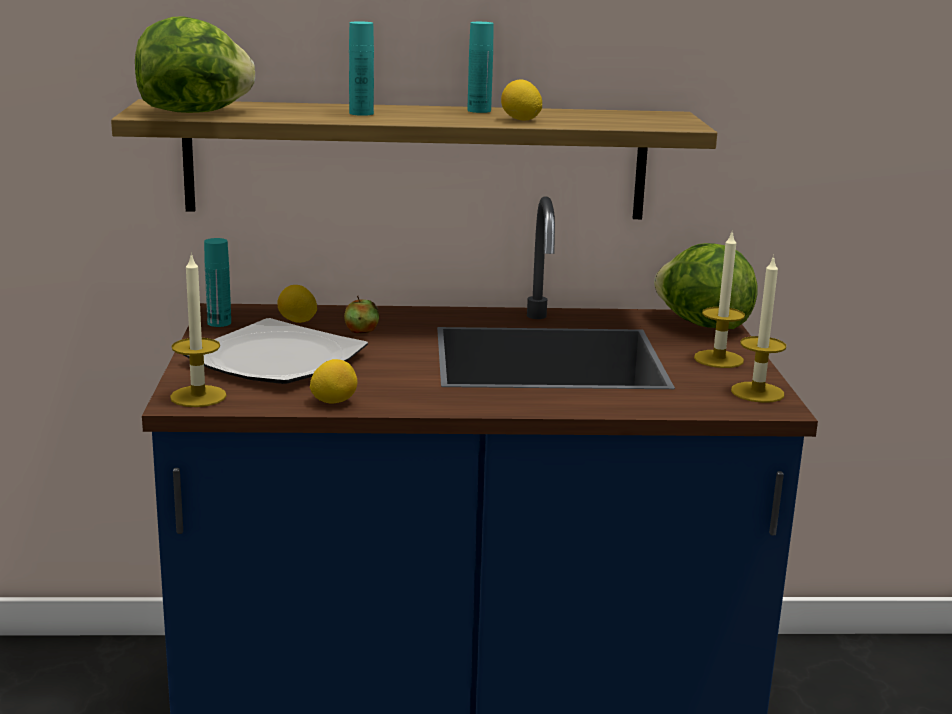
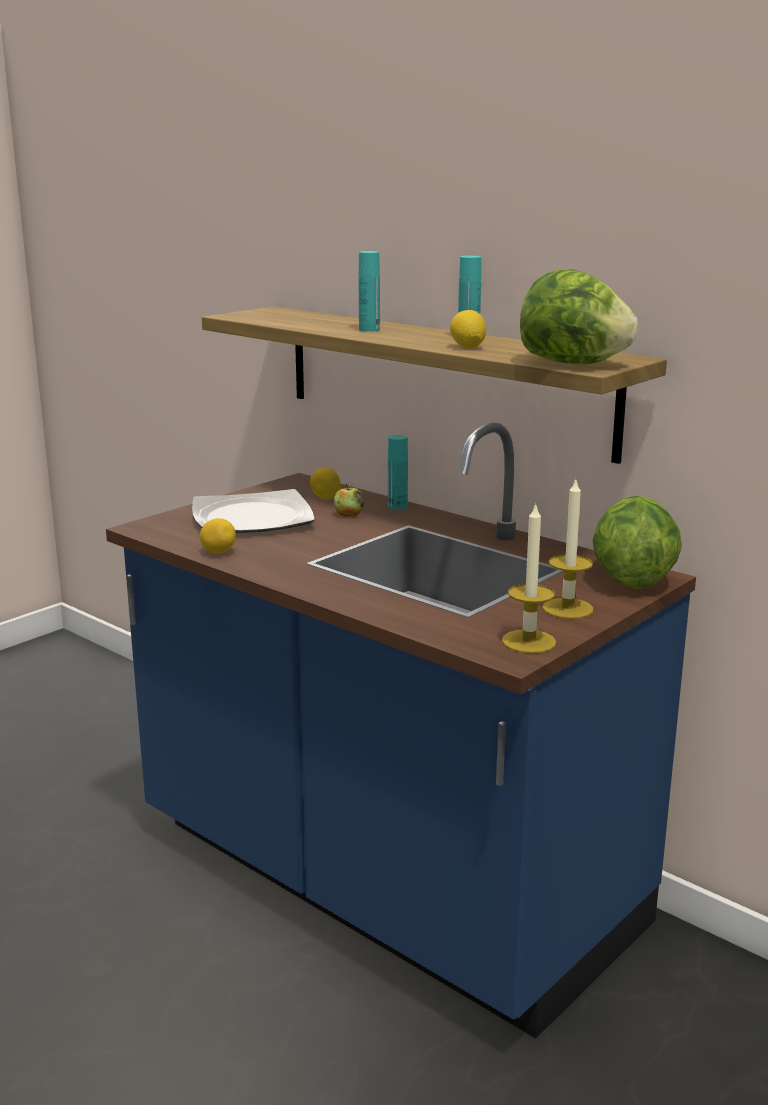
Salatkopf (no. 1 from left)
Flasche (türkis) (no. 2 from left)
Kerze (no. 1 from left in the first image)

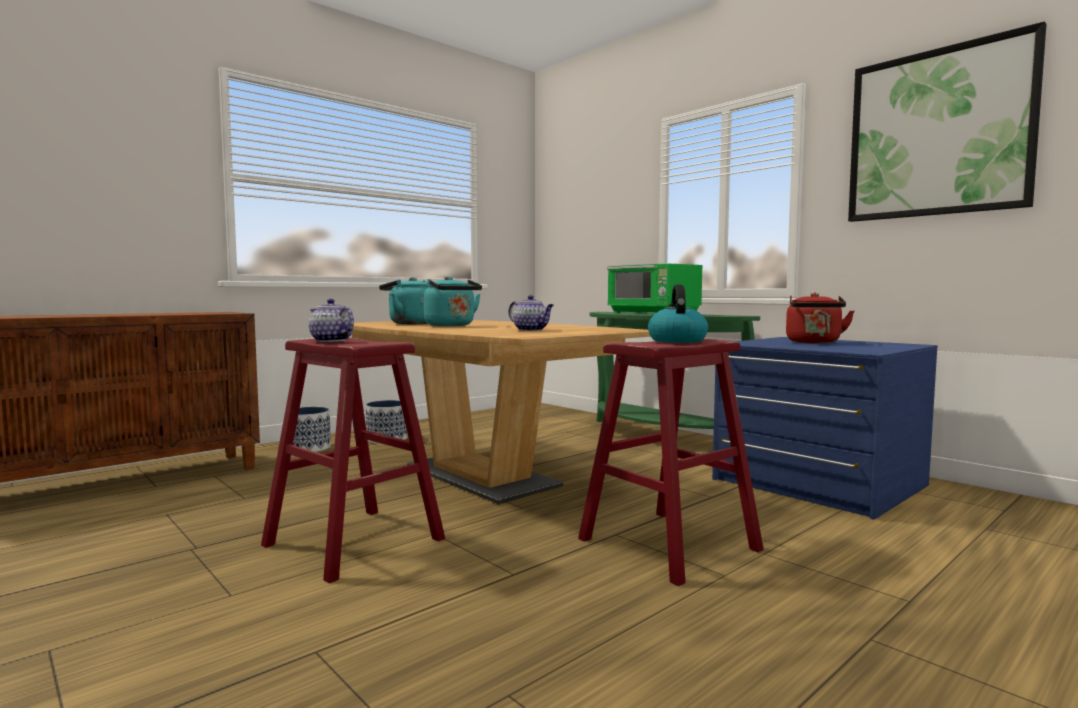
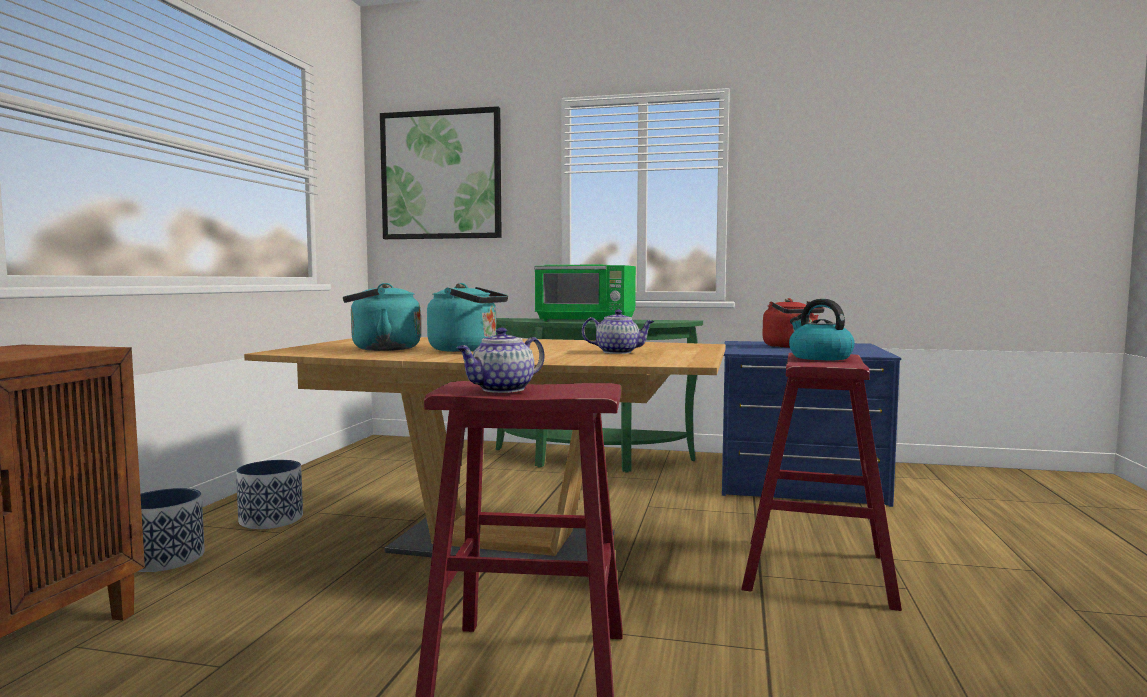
Bild
Teekanne (no. 1 from left)

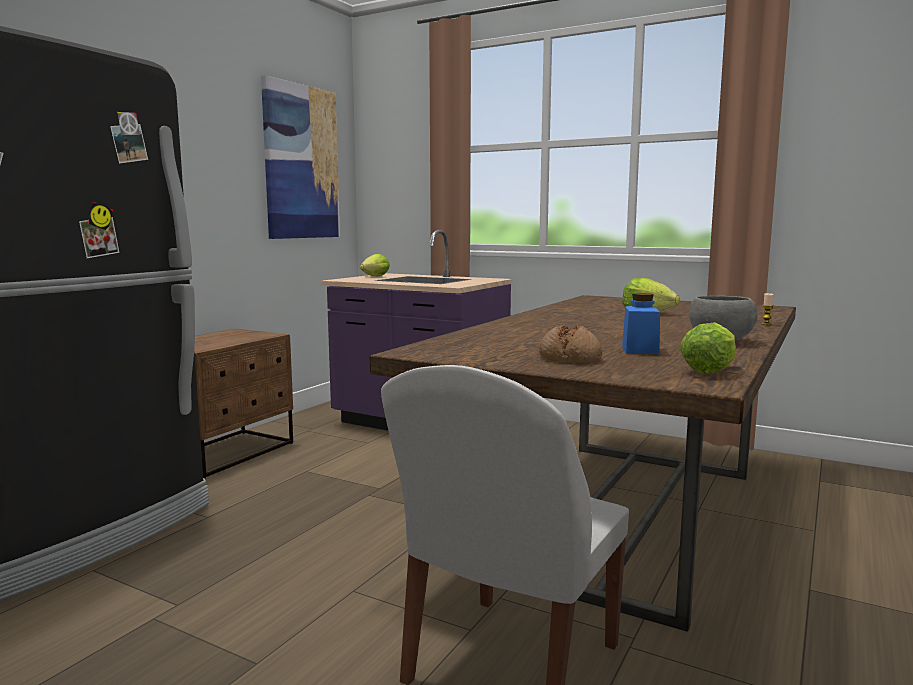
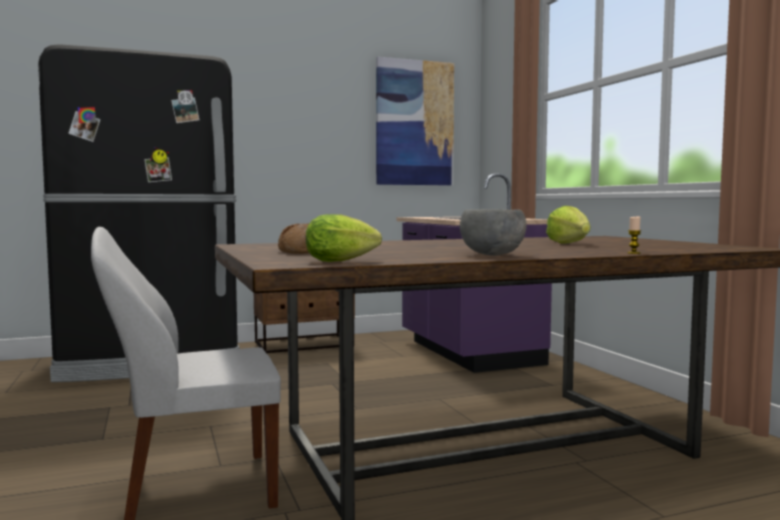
Salatkopf (no. 1 from left in the first image)
Vorratsglas (blau)

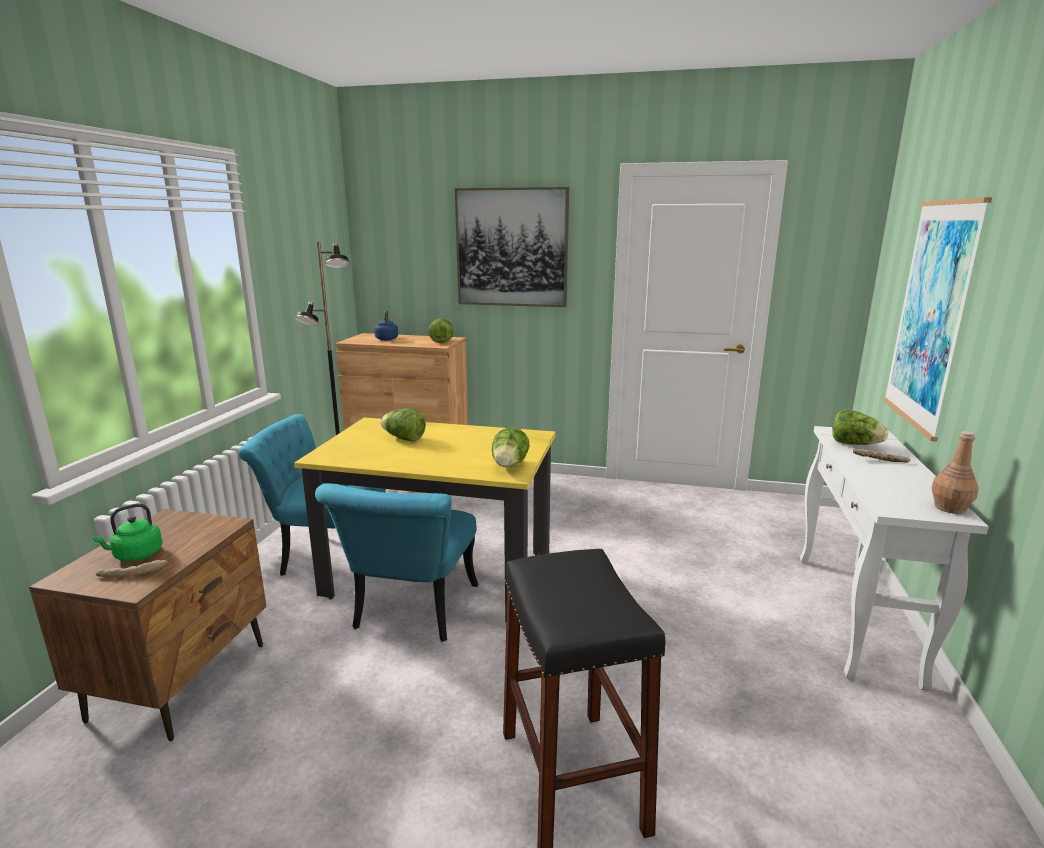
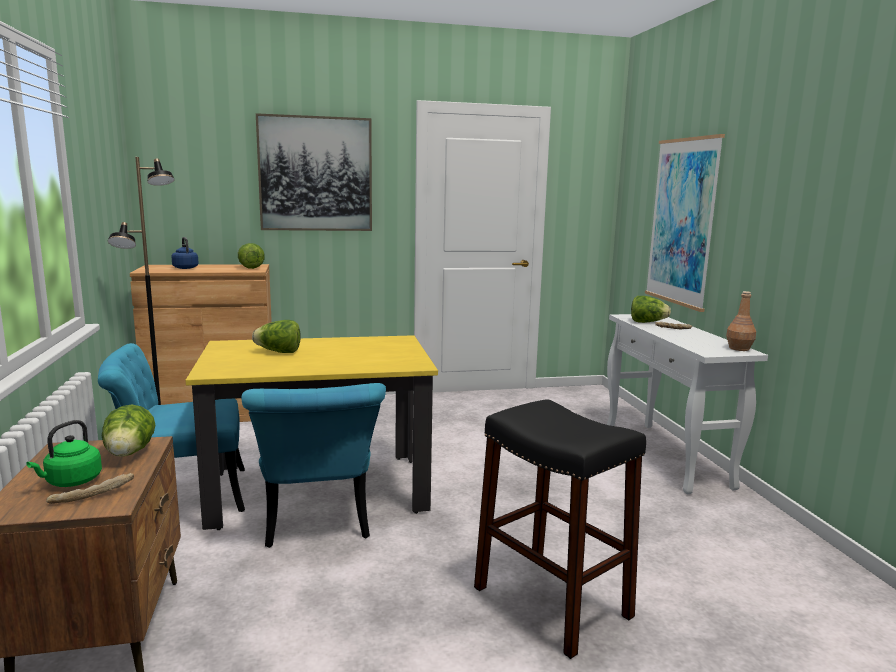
Salatkopf (no. 1 from left)

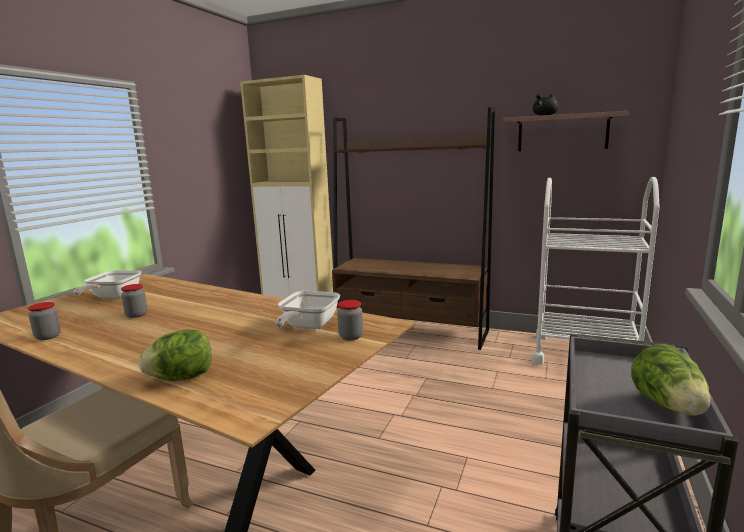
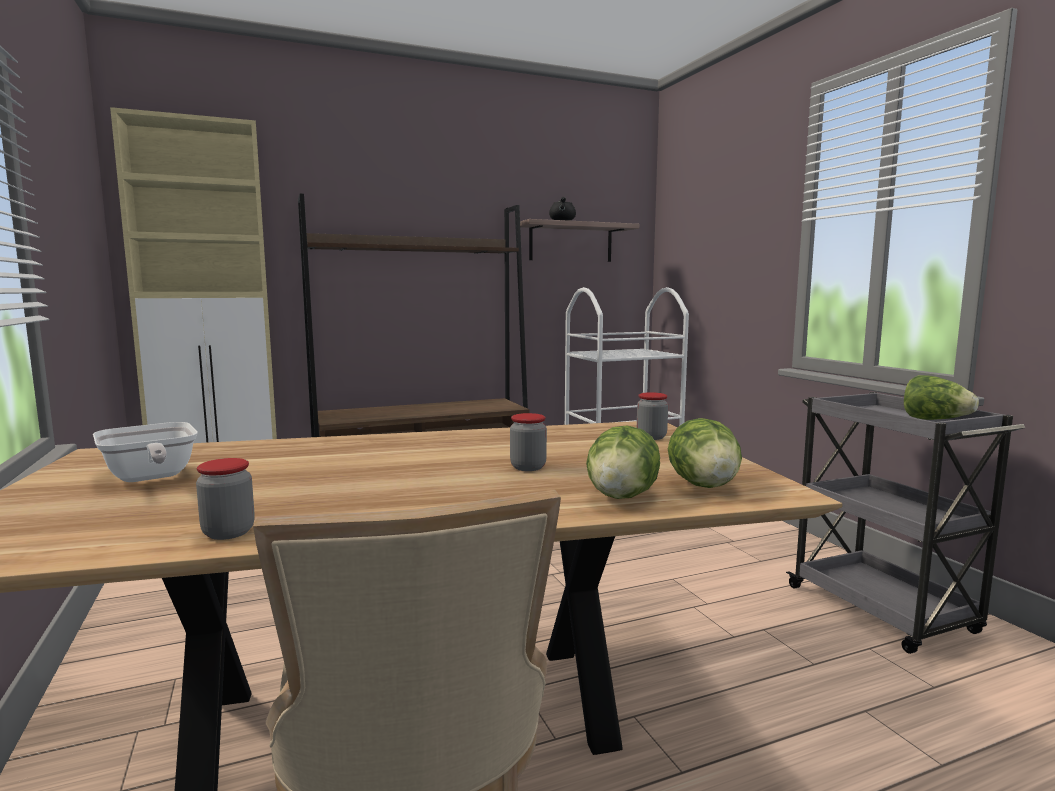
Vorratsglas (no. 2 from left)
Pfanne (no. 2 from left in the first image)
Salatkopf (no. 2 from left)

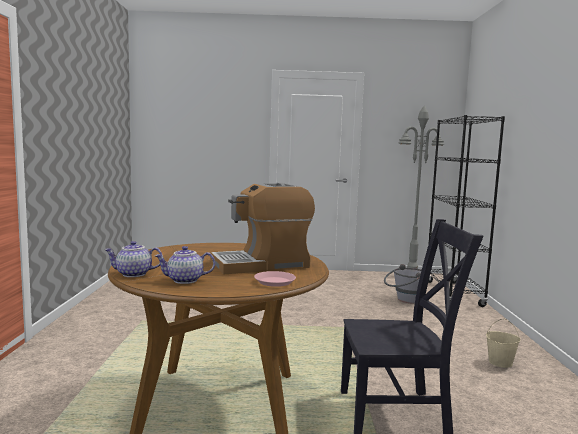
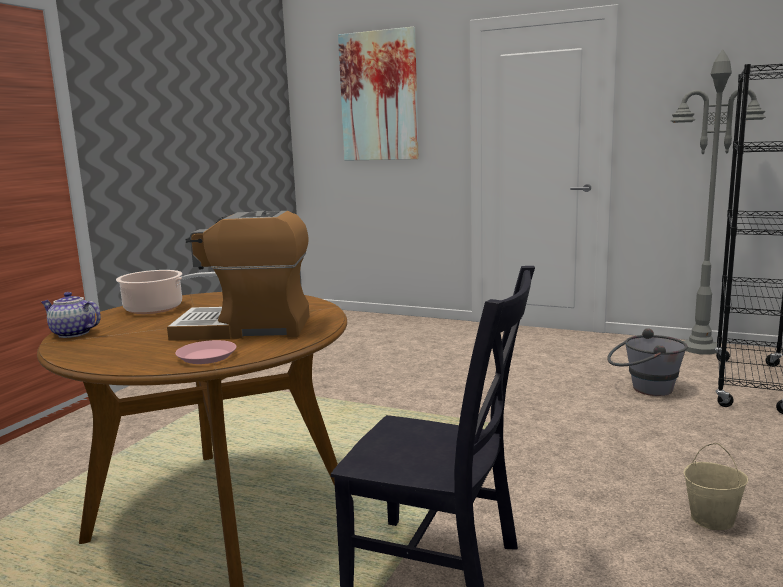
Teekanne (no. 2 from left in the first image)
Bild
Kochtopf

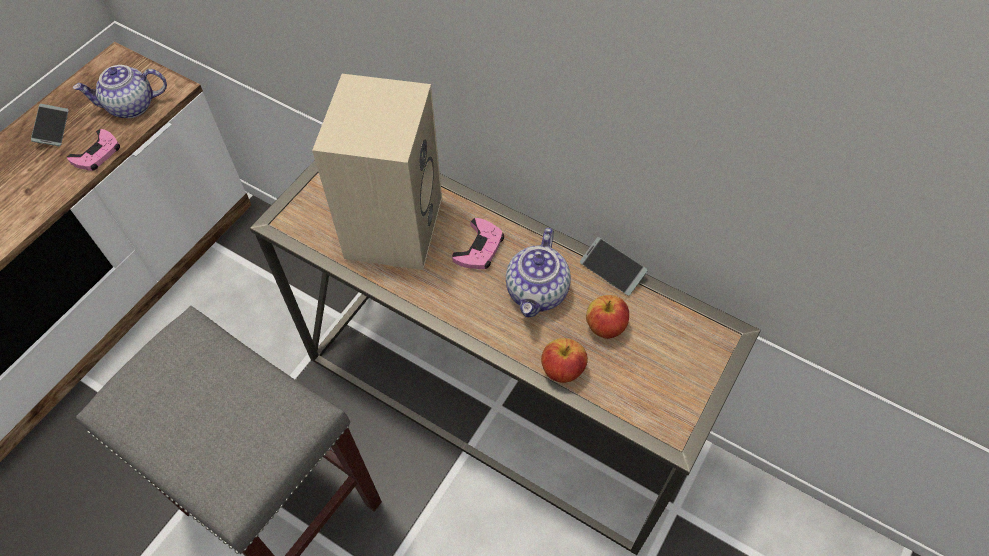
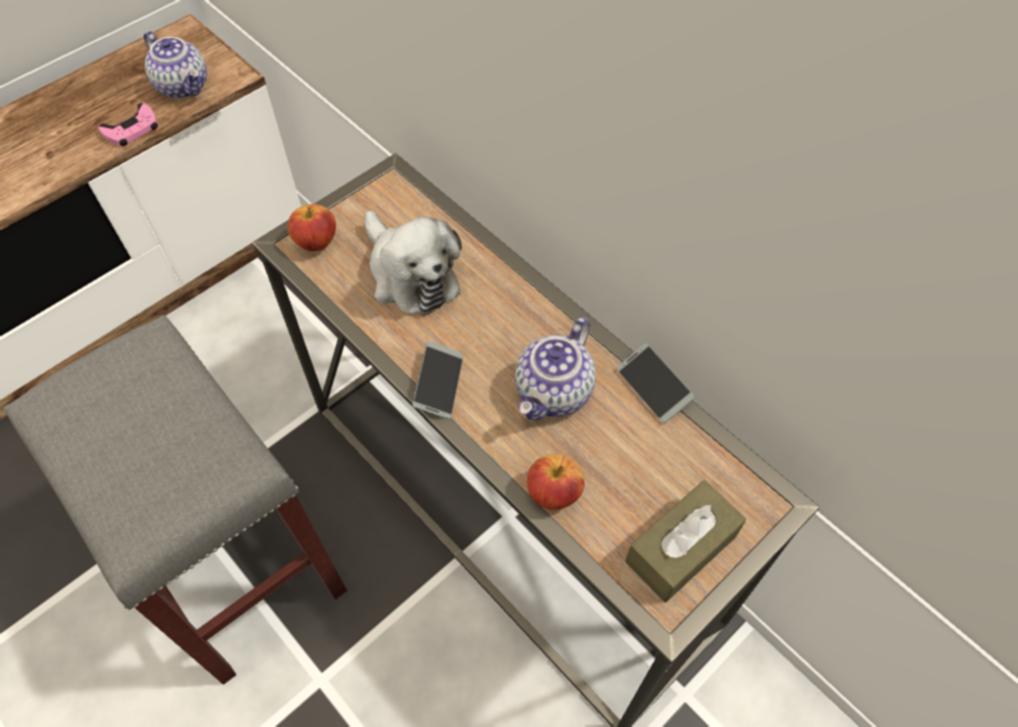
Teekanne (no. 1 from left)
Plüschtier
Handy (no. 1 from left)
Gamepad (rosa) (no. 2 from left in the first image)
Apfel (no. 1 from left)
Taschentuchbox (braun)

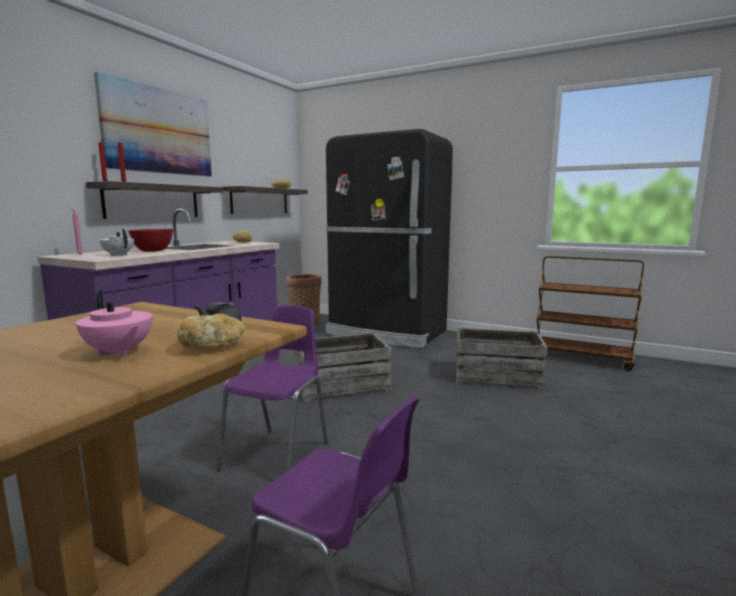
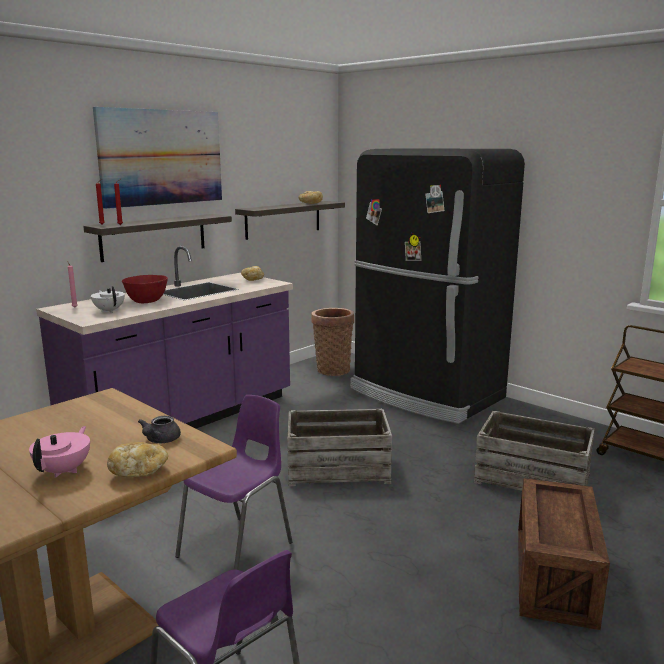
Teekanne (rosa)
Kiste (no. 3 from left)

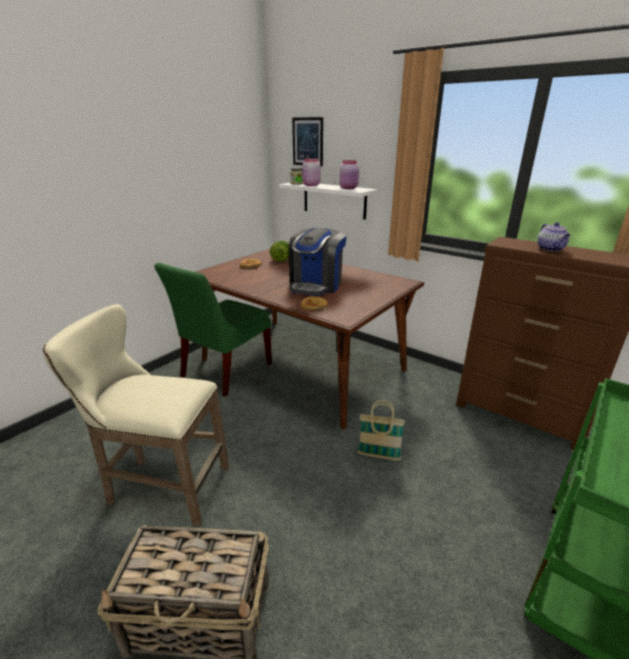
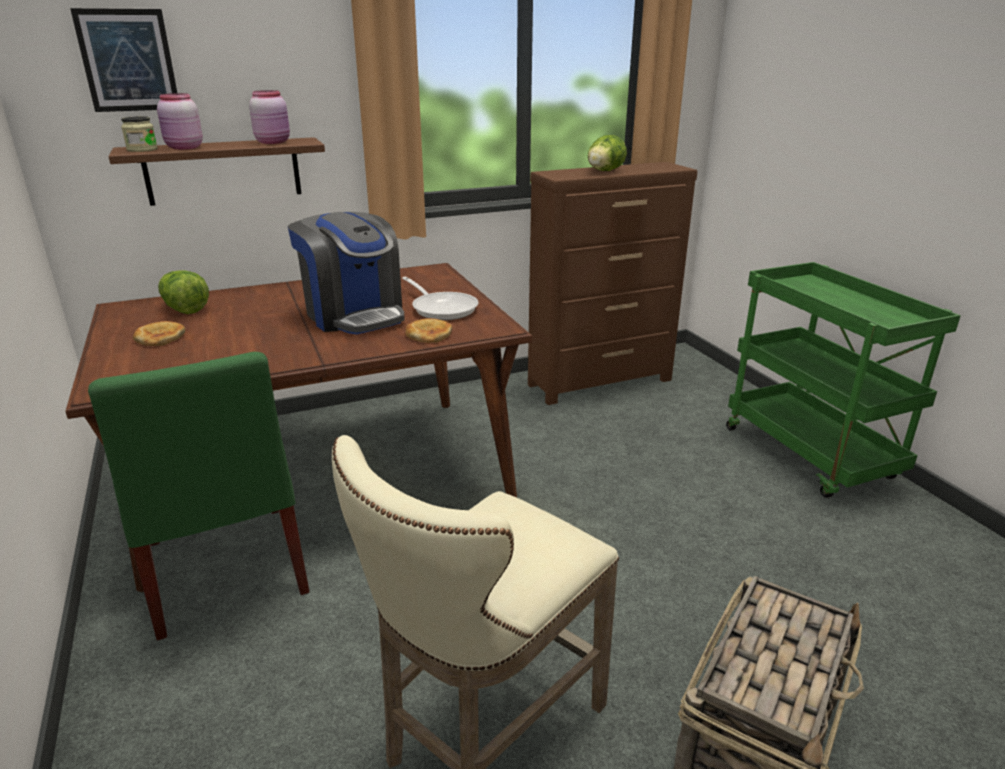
Wandregal (braun)
Salatkopf (no. 2 from left)
Korb (no. 2 from left in the first image)
Pfanne

